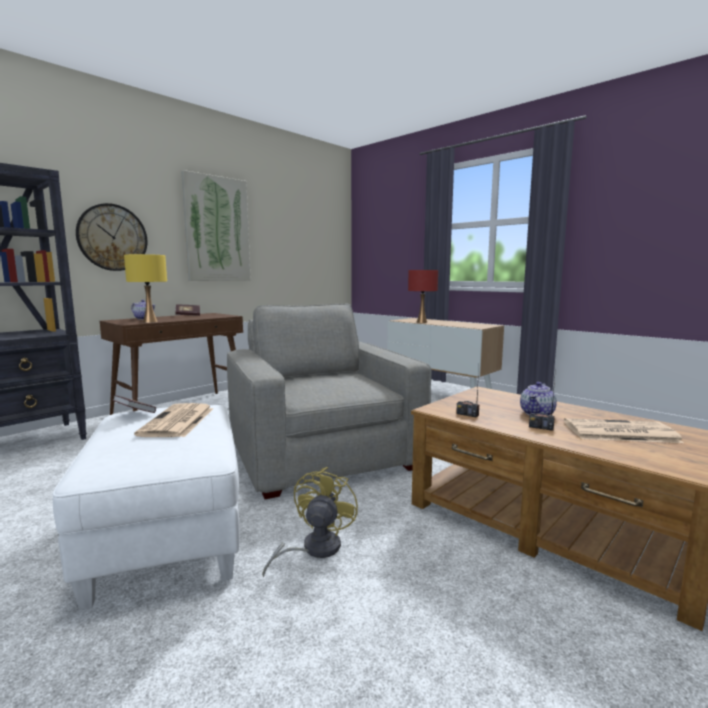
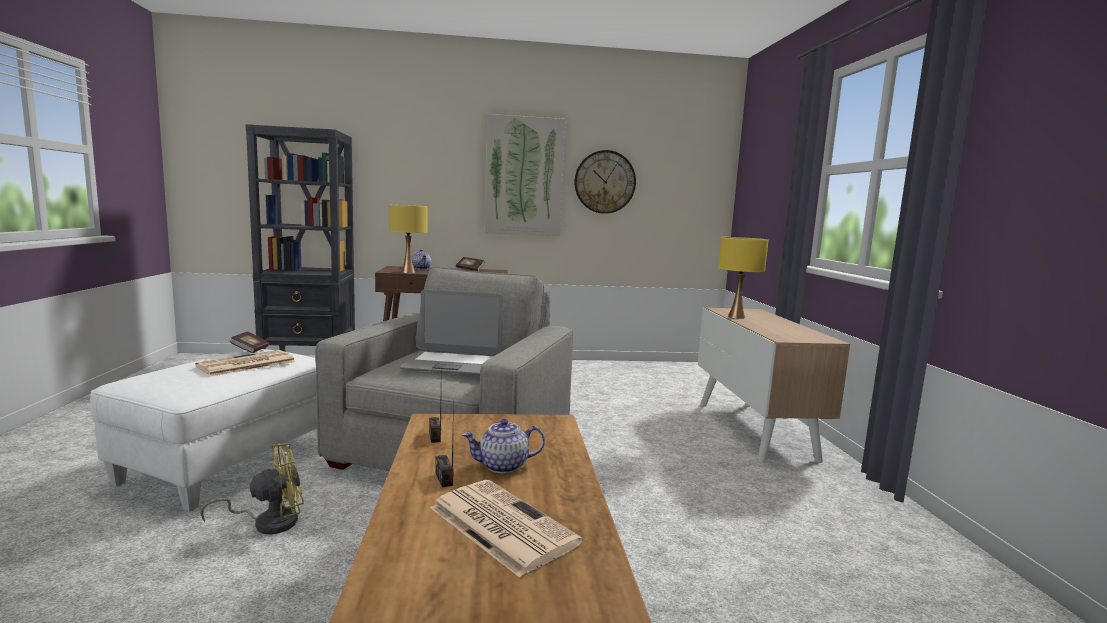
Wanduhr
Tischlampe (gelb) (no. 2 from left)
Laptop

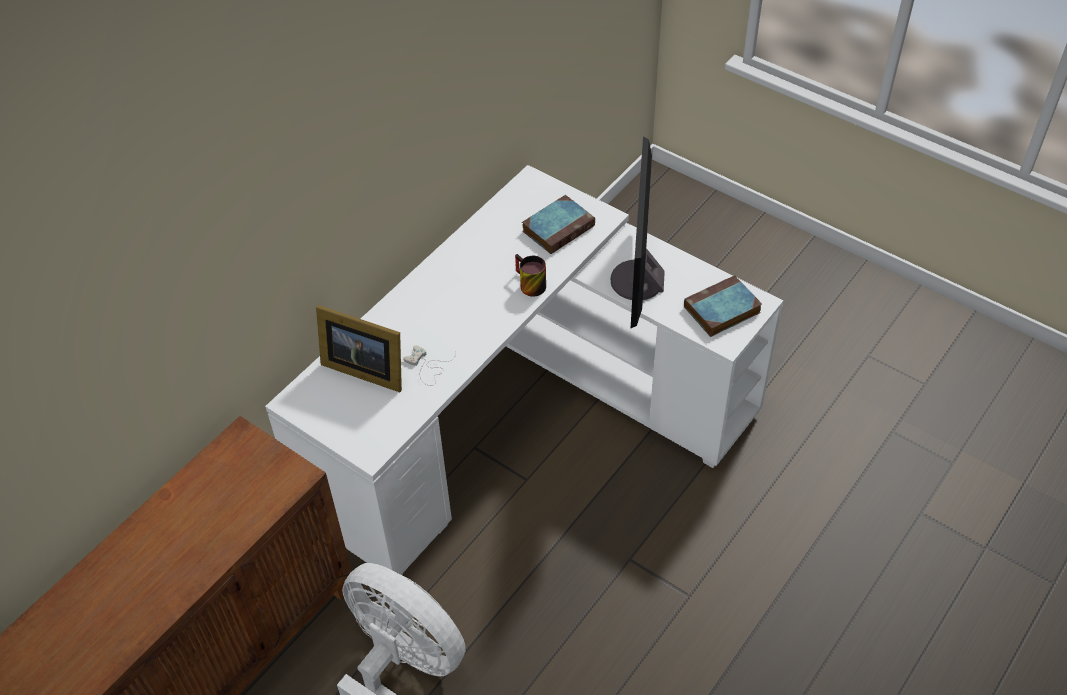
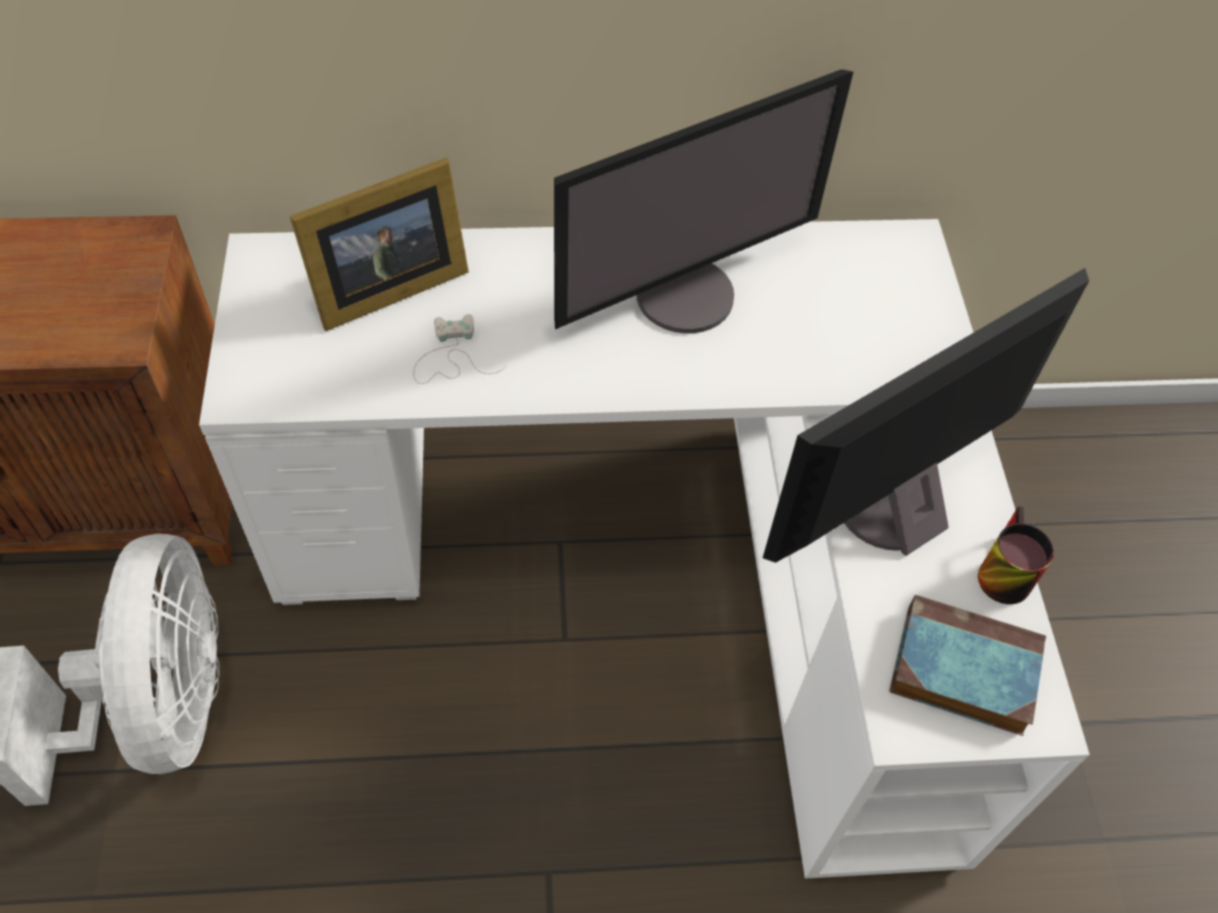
Buch (no. 1 from left in the first image)
Henkelbecher
Bilderrahmen
Monitor (no. 1 from left)

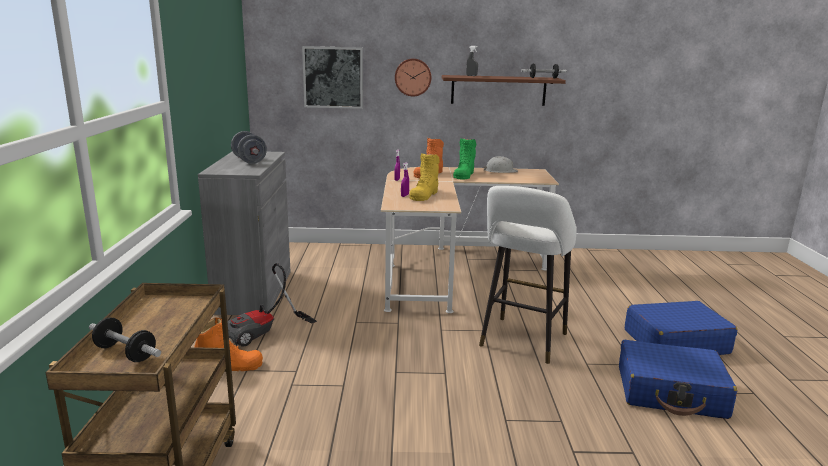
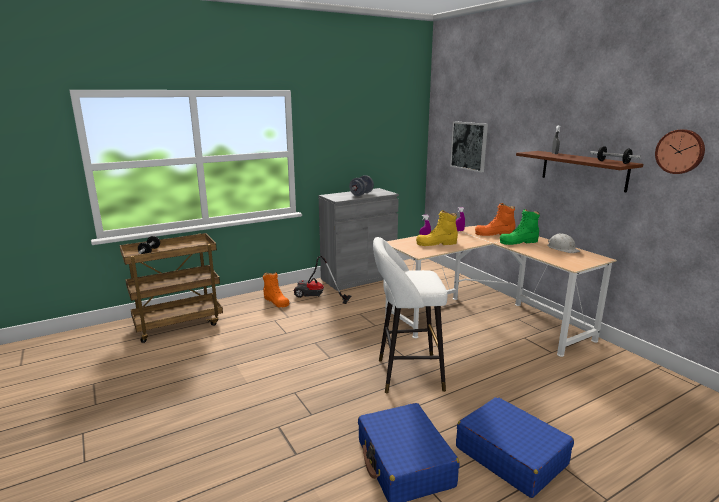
Wanduhr

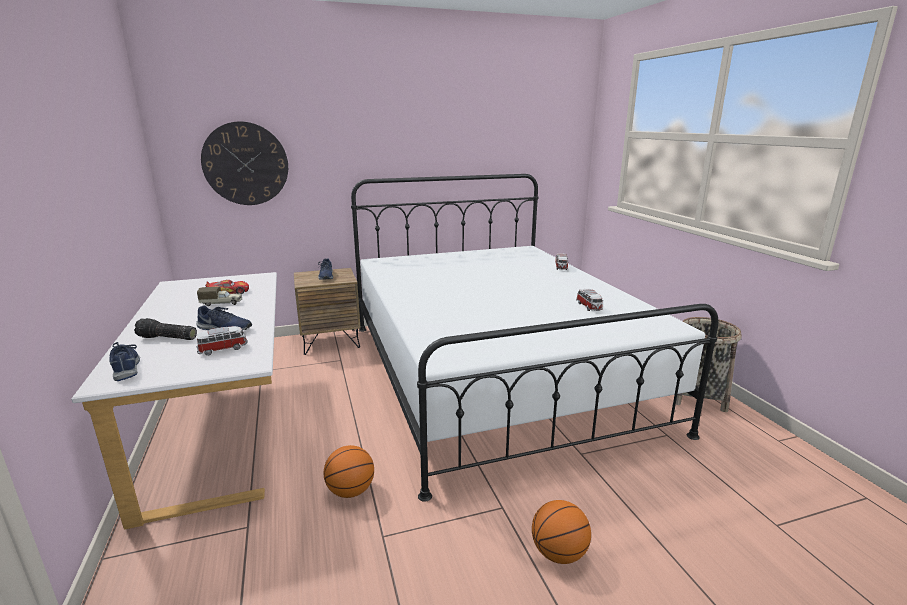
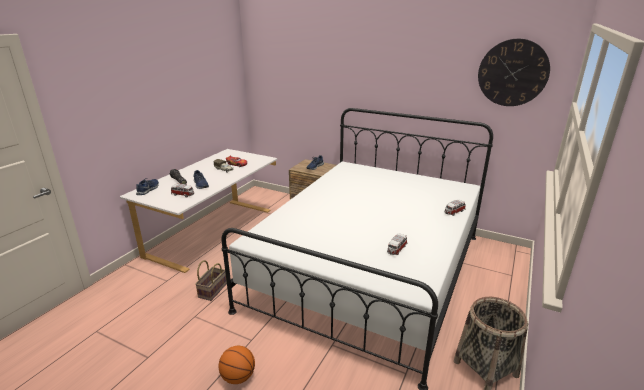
Wanduhr
Korb (no. 1 from left)

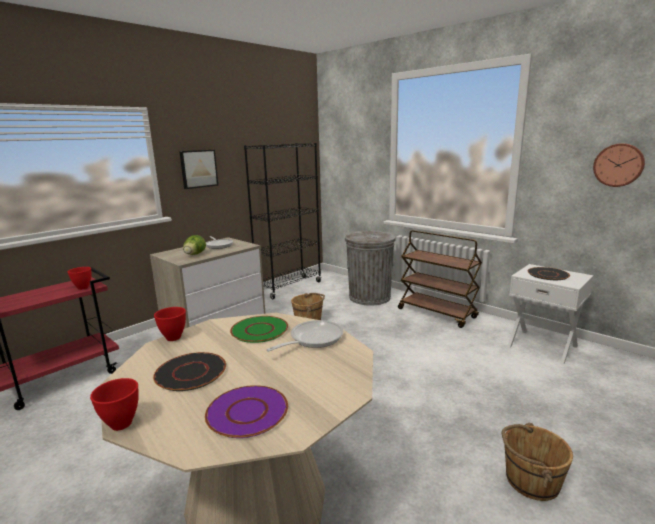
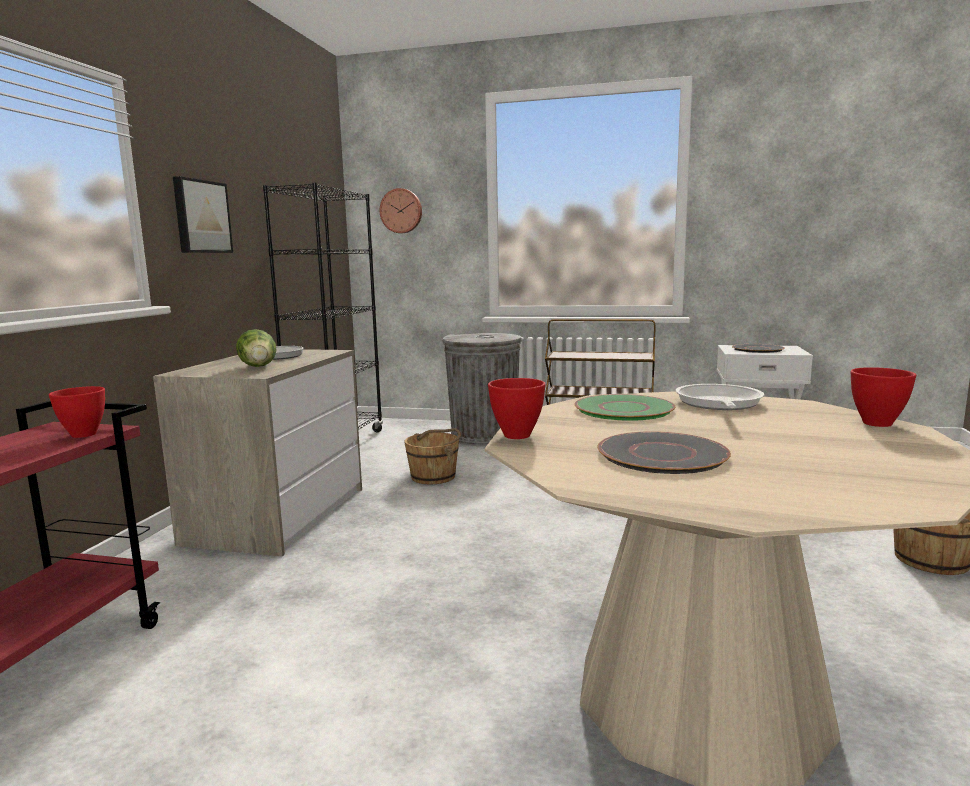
Wanduhr
Schüssel (rot) (no. 3 from left)
Teller (lila)

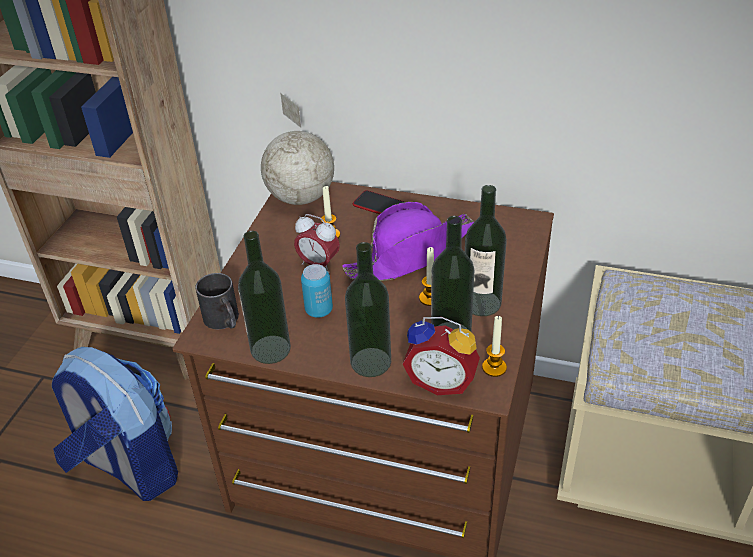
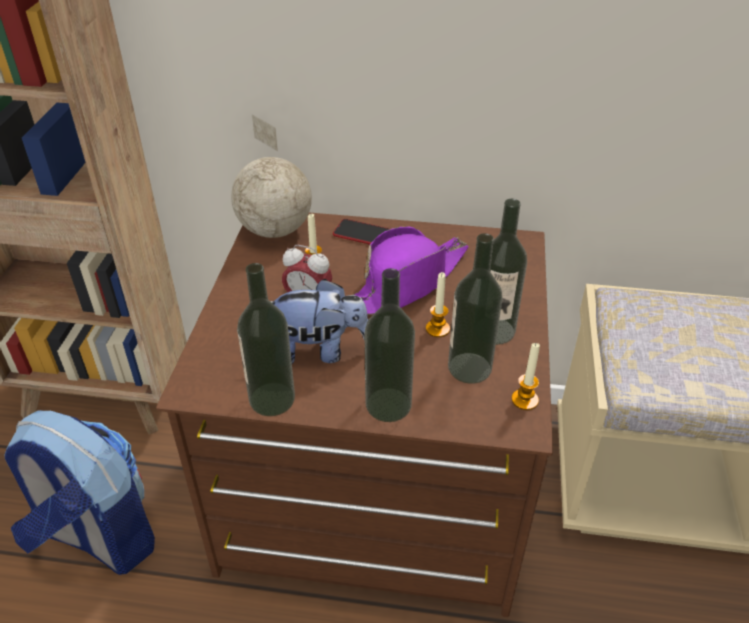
Plüschtier
Henkelbecher (schwarz)
Wecker (no. 2 from left in the first image)

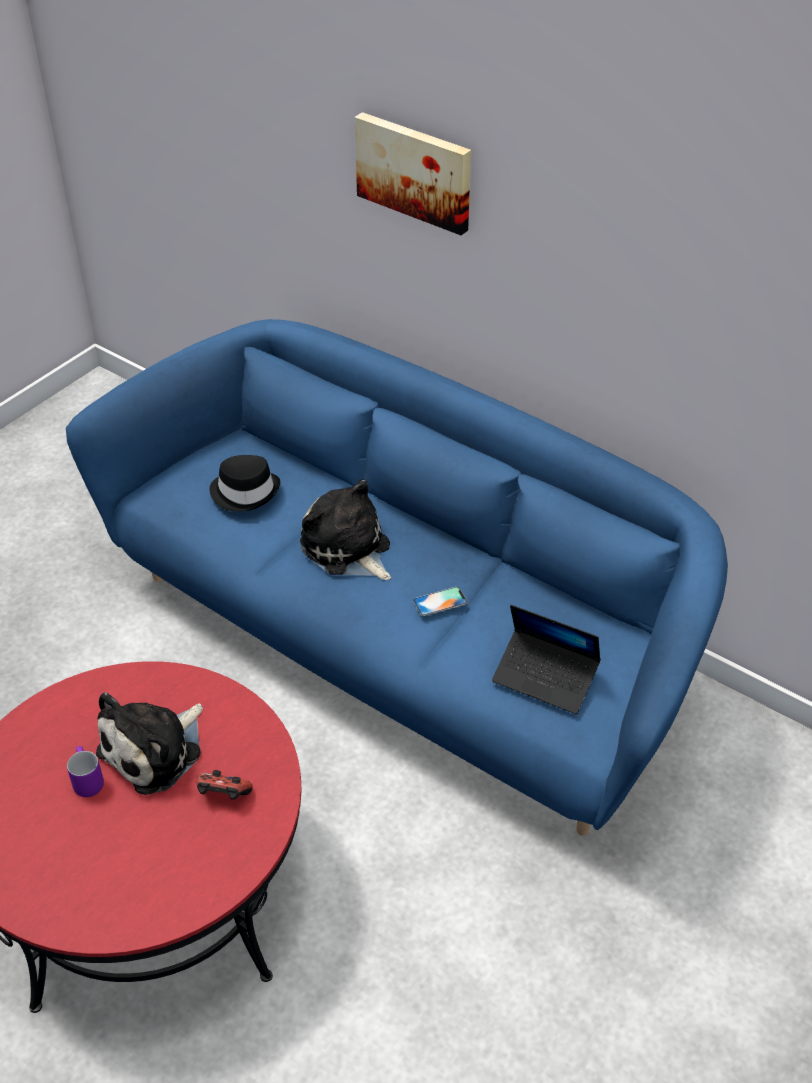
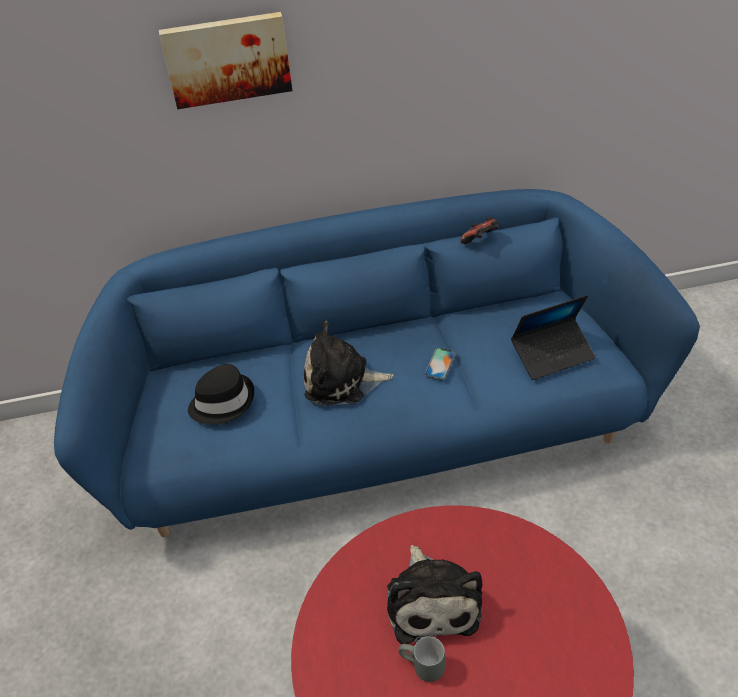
Henkelbecher (grau)
Gamepad

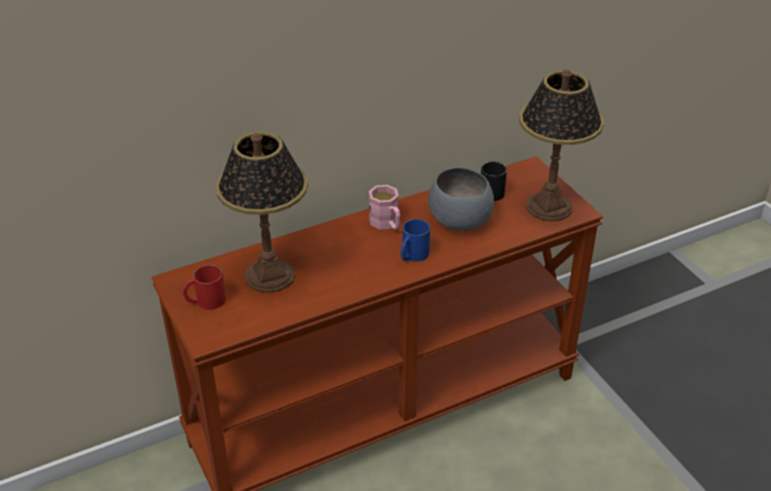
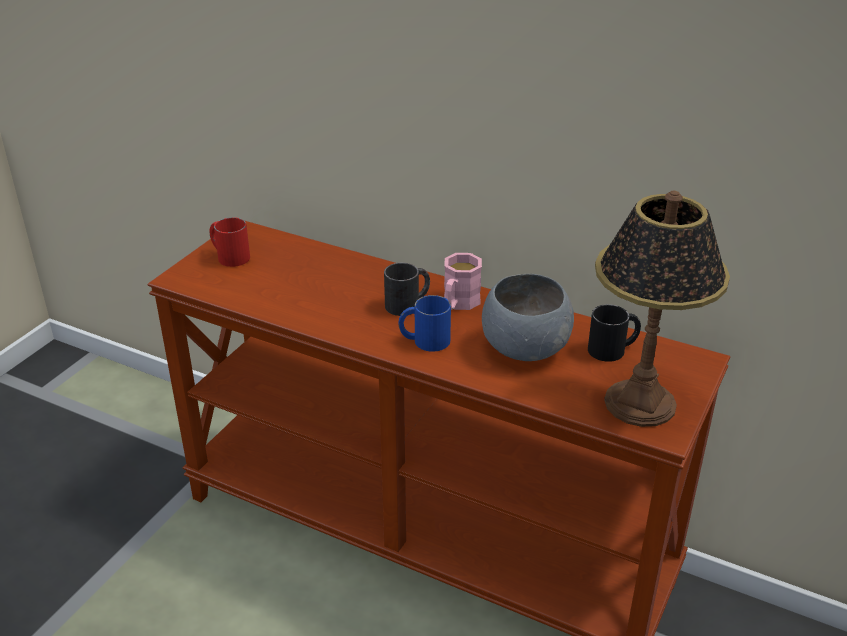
Tischlampe (no. 1 from left in the first image)
Henkelbecher (schwarz) (no. 1 from left)

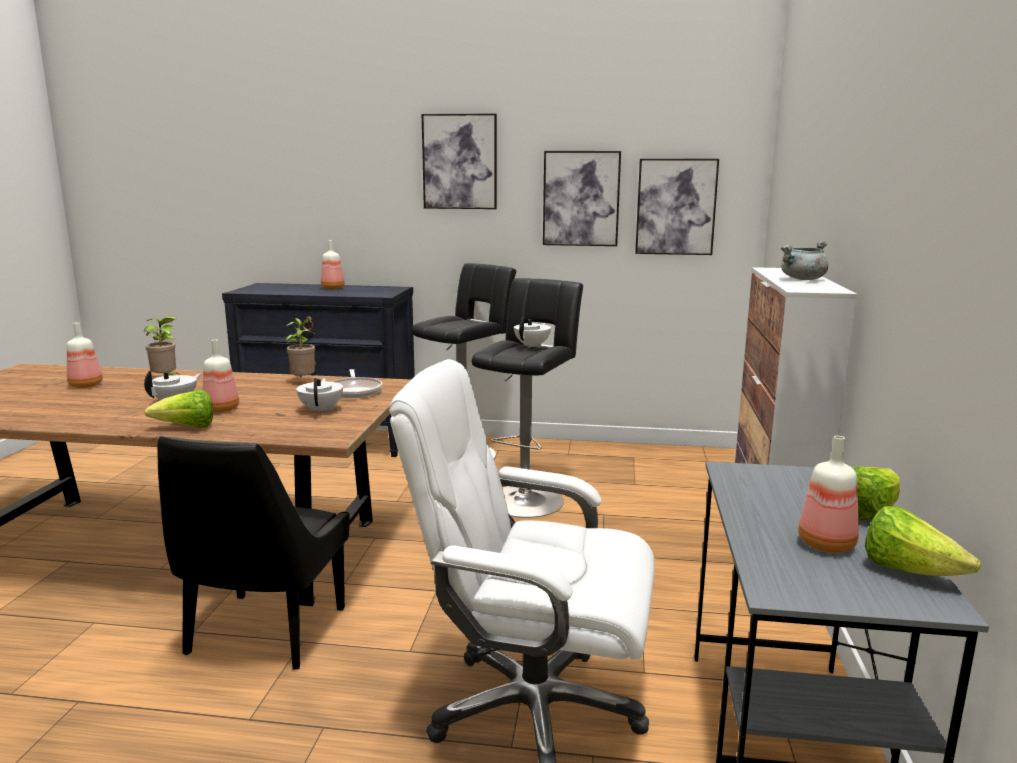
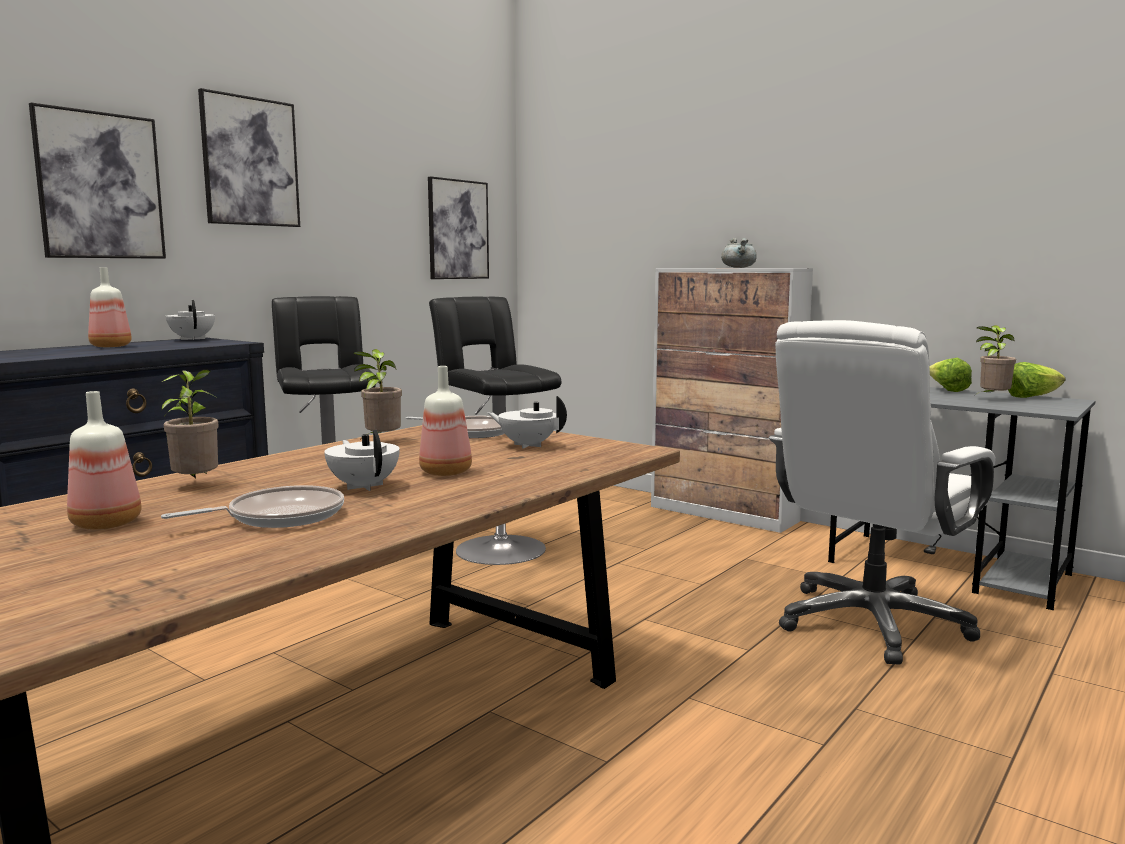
Bild (no. 1 from left)
Teekanne (weiß) (no. 1 from left)
Salatkopf (no. 1 from left in the first image)
Stuhl (schwarz)
Topfpflanze (no. 3 from left)
Pfanne (no. 1 from left)

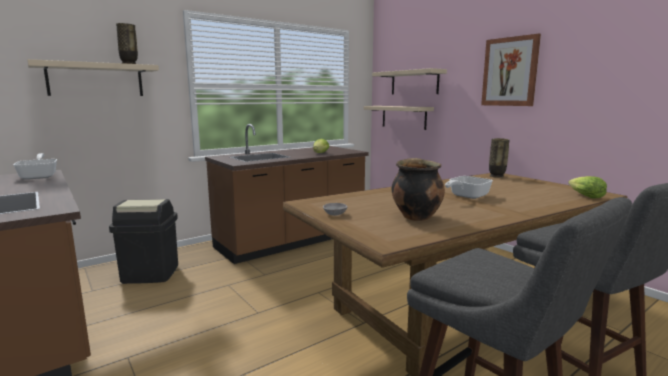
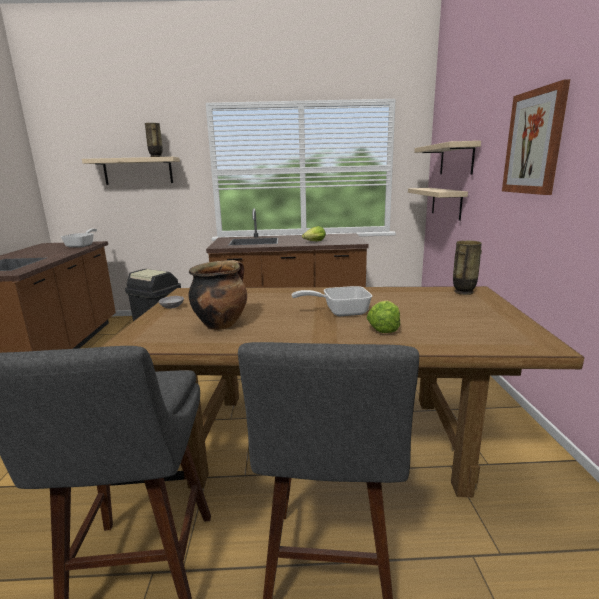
Salatkopf (no. 2 from left)

